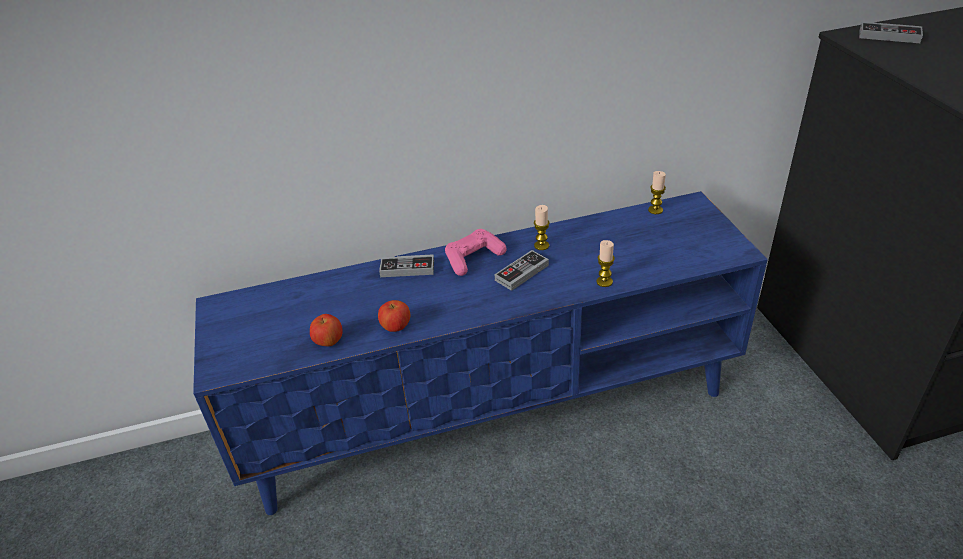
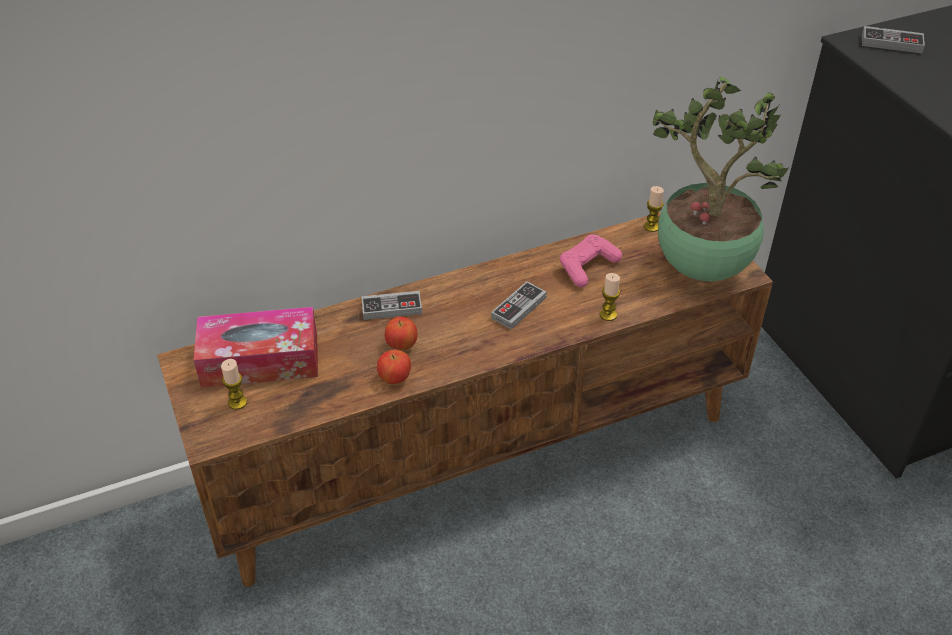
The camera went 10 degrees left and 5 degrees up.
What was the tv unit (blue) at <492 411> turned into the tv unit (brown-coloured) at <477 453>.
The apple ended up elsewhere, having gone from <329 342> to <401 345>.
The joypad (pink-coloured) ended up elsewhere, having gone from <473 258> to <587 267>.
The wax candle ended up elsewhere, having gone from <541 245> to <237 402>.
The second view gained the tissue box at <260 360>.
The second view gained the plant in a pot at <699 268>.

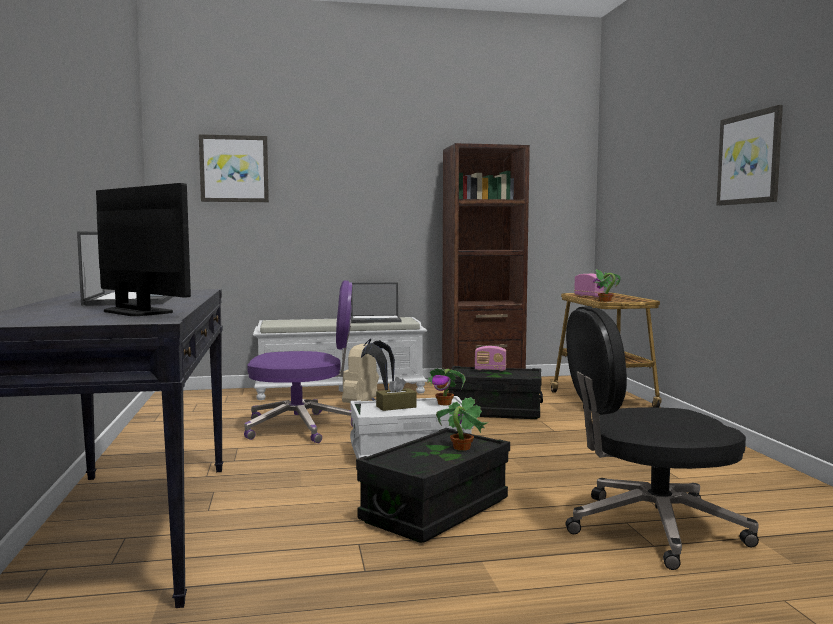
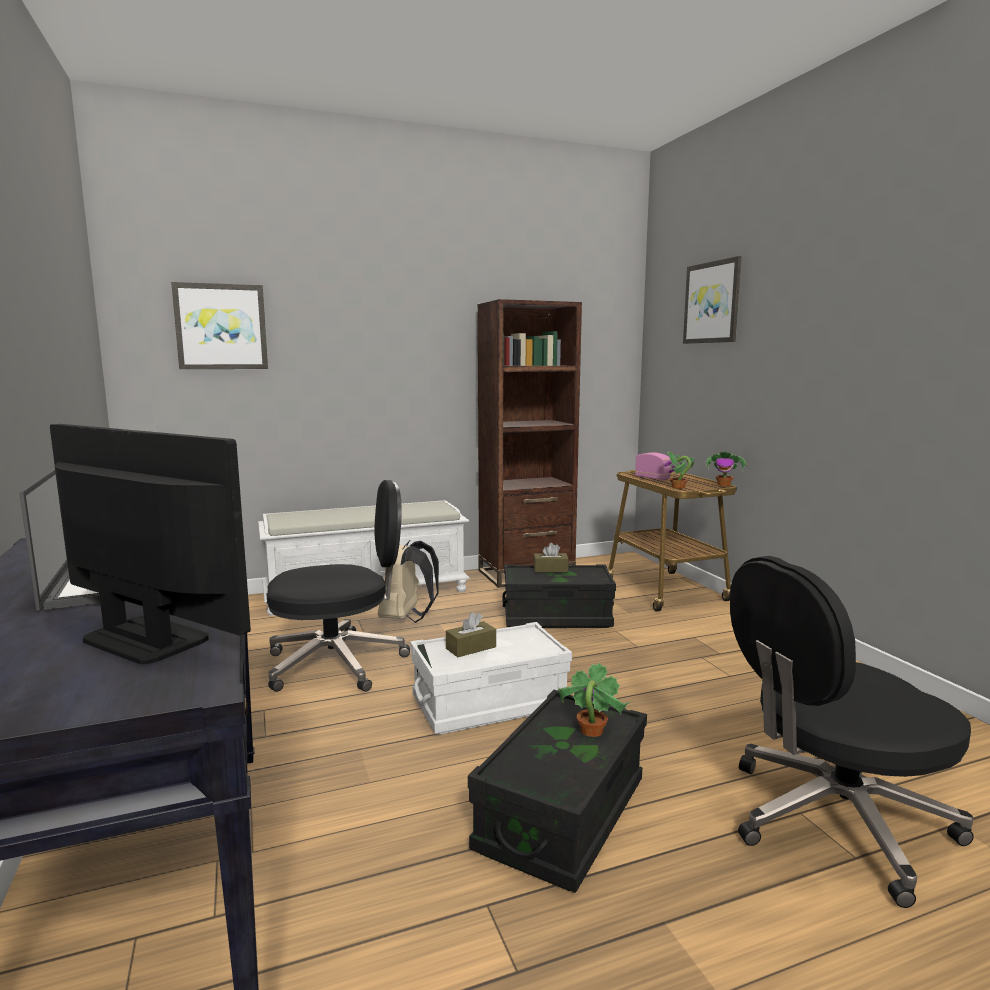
The camera went 10 degrees left and 5 degrees up.
What was the computer chair (purple) at <302 427> turned into the computer chair (black) at <339 663>.
The second view lost the notebook computer at <376 320>.
The plant in a pot ended up elsewhere, having gone from <445 403> to <724 485>.
Where the radio receiver stood at <490 369>, the tissue box (brown-coloured) came to stand at <550 569>.
The wall art ended up elsewhere, having gone from <750 158> to <712 302>.

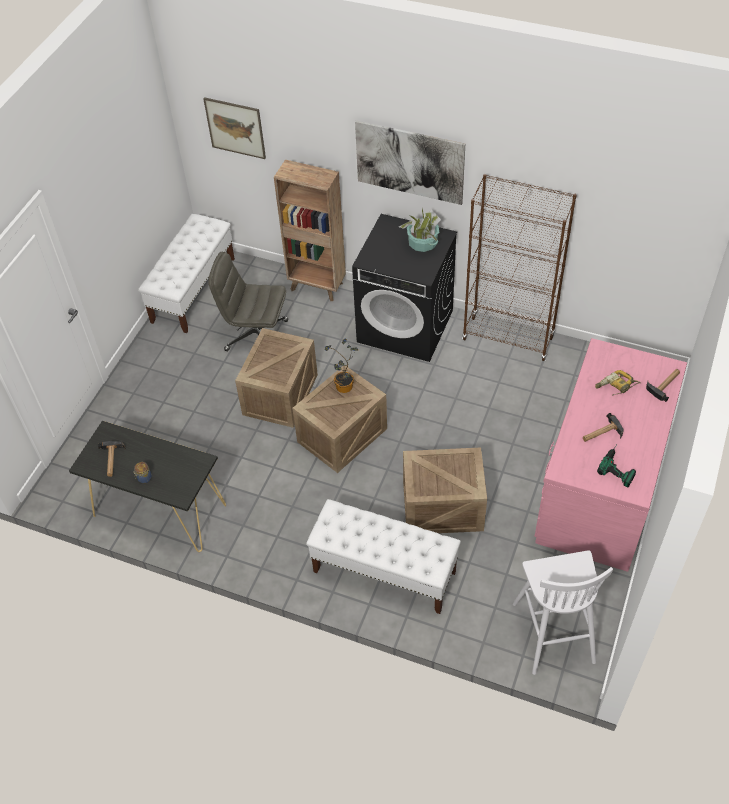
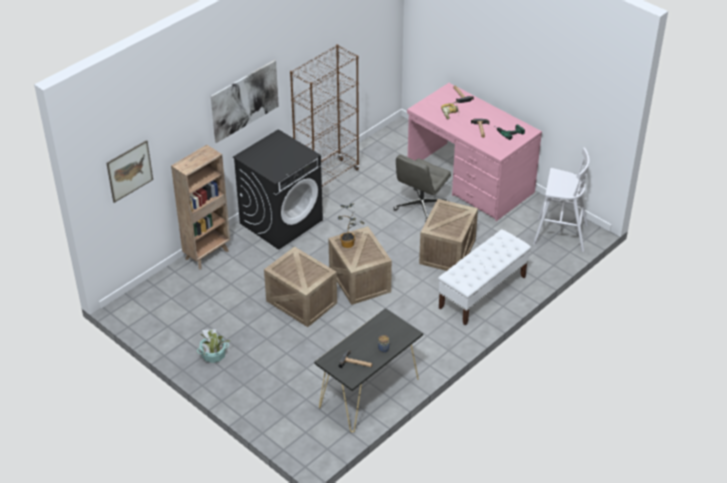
The camera went 70 degrees left and 10 degrees down.
The second view lost the indoor bench (white-coloured) at <193 290>.
The computer chair (gray) ended up elsewhere, having gone from <255 335> to <421 207>.
The plant in a pot ended up elsewhere, having gone from <422 243> to <213 355>.

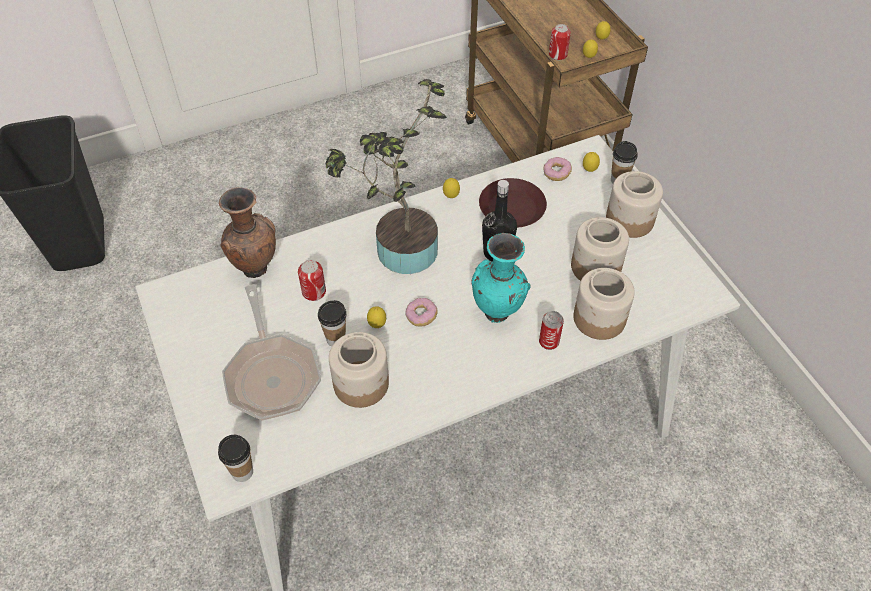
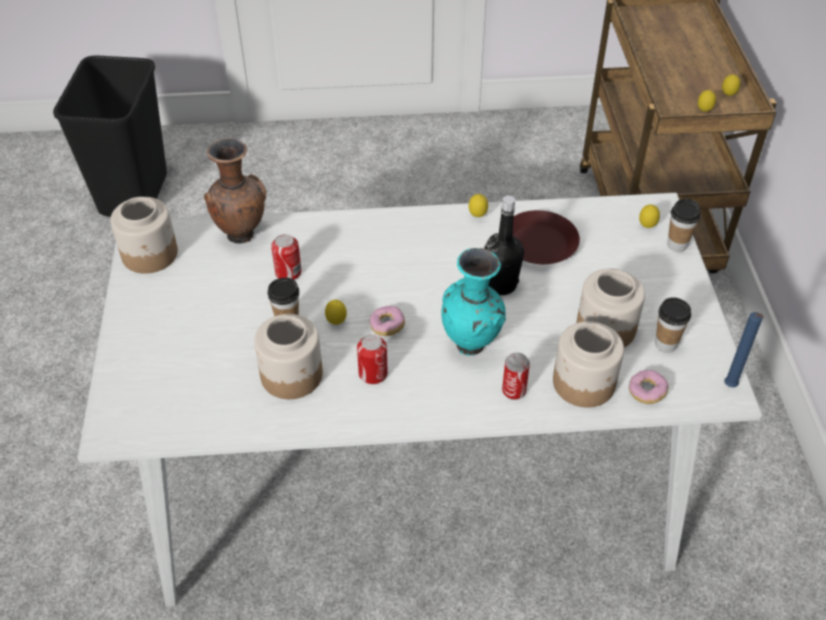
The camera went 20 degrees right and 5 degrees down.
The cup ended up elsewhere, having gone from <242 472> to <665 344>.
The second view lost the frying pan at <271 374>.
The second view lost the plant in a pot at <399 251>.
The ring doughnut ended up elsewhere, having gone from <556 173> to <646 392>.
The metal can ended up elsewhere, having gone from <557 55> to <373 373>.
The preserve jar ended up elsewhere, having gone from <630 220> to <150 254>.
The second view gained the wax candle (blue) at <730 387>.

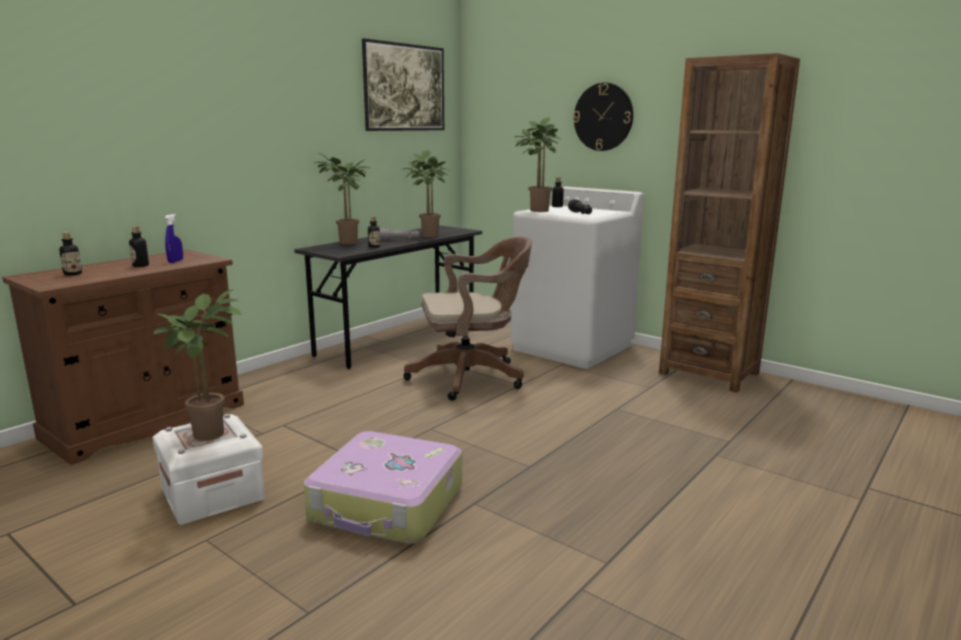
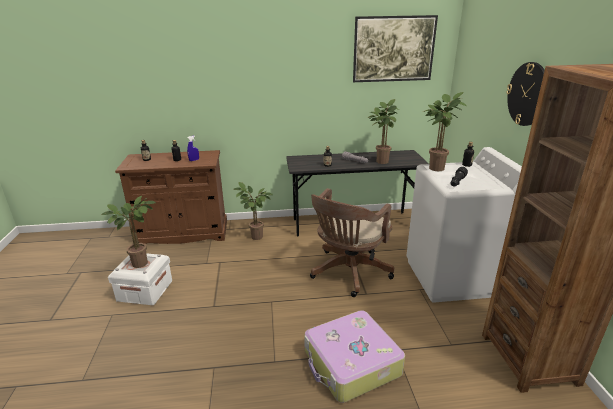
The camera went 45 degrees right and 10 degrees up.
The piece of luggage ended up elsewhere, having gone from <387 505> to <351 364>.
The plant in a pot ended up elsewhere, having gone from <347 243> to <255 237>.
The computer chair (brown-coloured) at <472 377> ended up facing another way, 90 degrees clockwise from before.

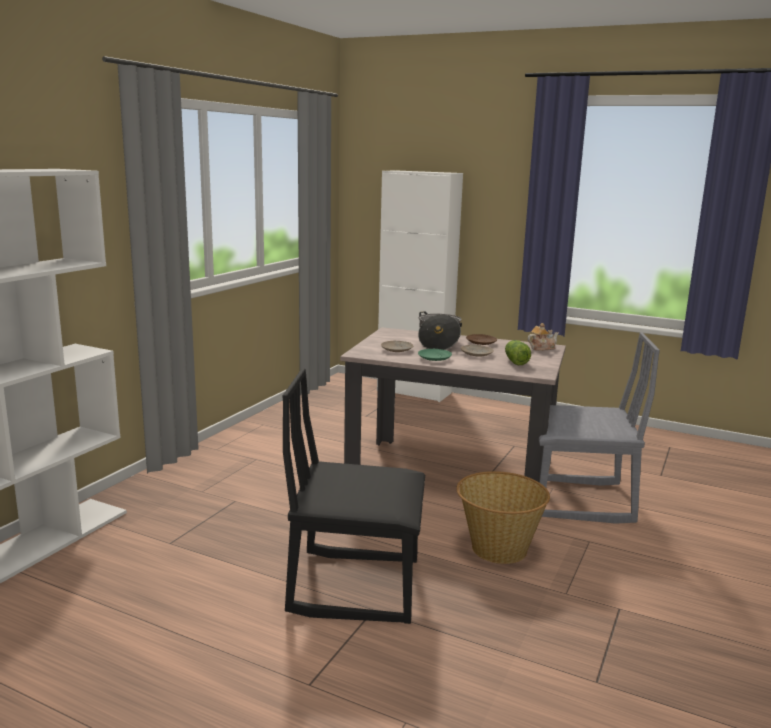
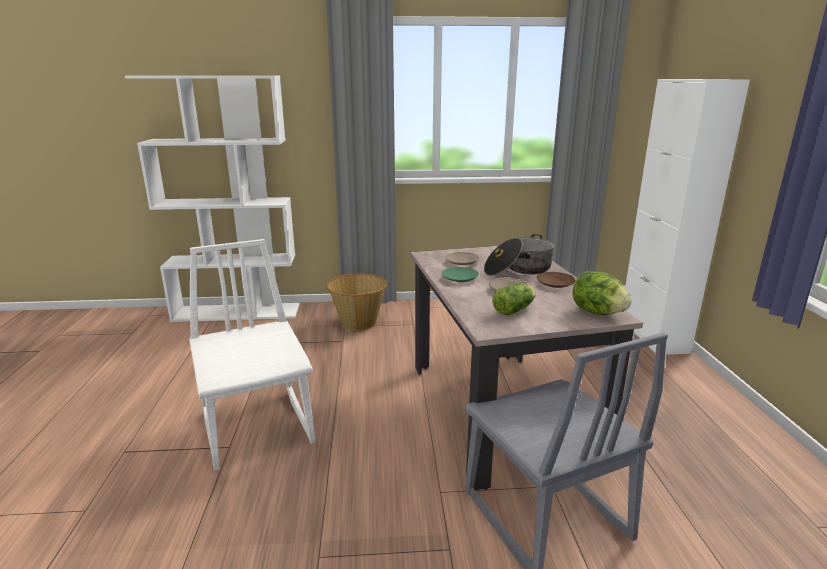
The camera went 60 degrees right and 5 degrees up.
What was the plain chair (black) at <355 585> turned into the plain chair (white-coloured) at <259 427>.
The household basket ended up elsewhere, having gone from <498 549> to <358 322>.
Where the pot for tea stood at <541 348>, the lettuce head came to stand at <597 312>.

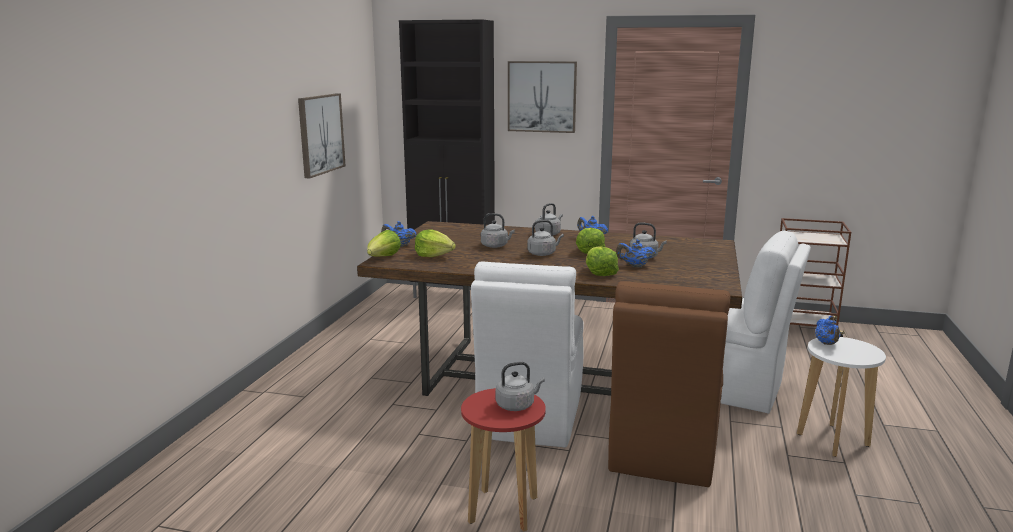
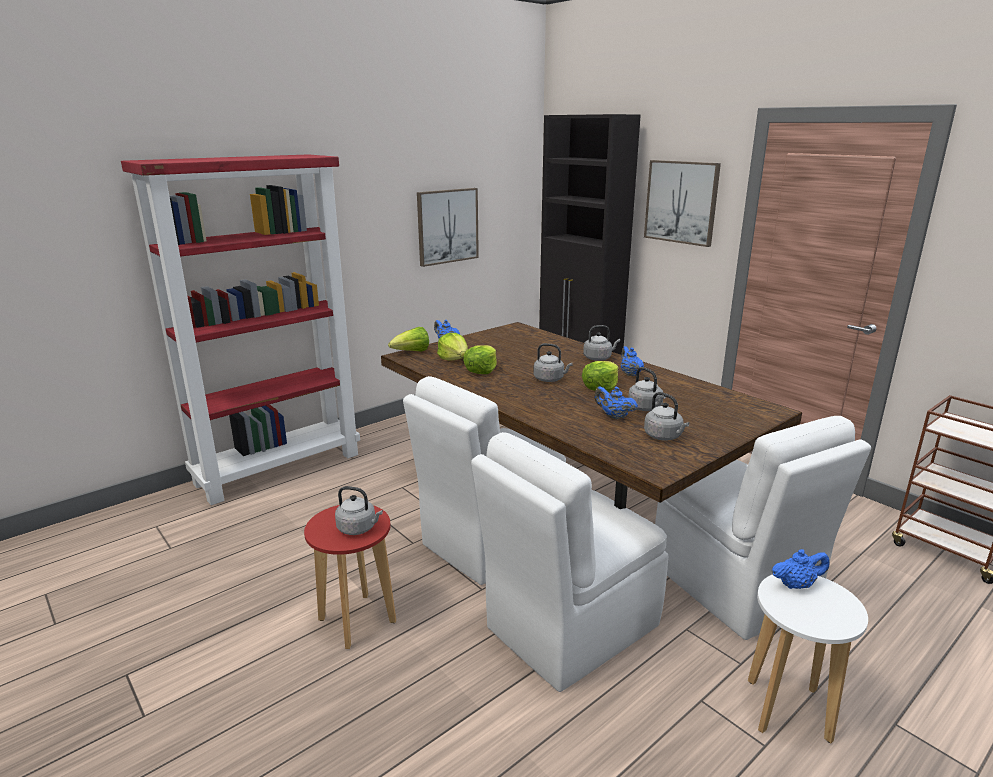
The camera went 35 degrees right and 5 degrees up.
The tea kettle (gray) ended up elsewhere, having gone from <496 246> to <664 436>.
The lettuce head ended up elsewhere, having gone from <600 273> to <481 370>.
What was the plain chair (brown-coloured) at <662 449> turned into the plain chair (white-coloured) at <569 628>.
The pot for tea (blue) at <827 344> ended up facing another way, 135 degrees counterclockwise from before.
The second view gained the shelving unit (red-coloured) at <279 468>.

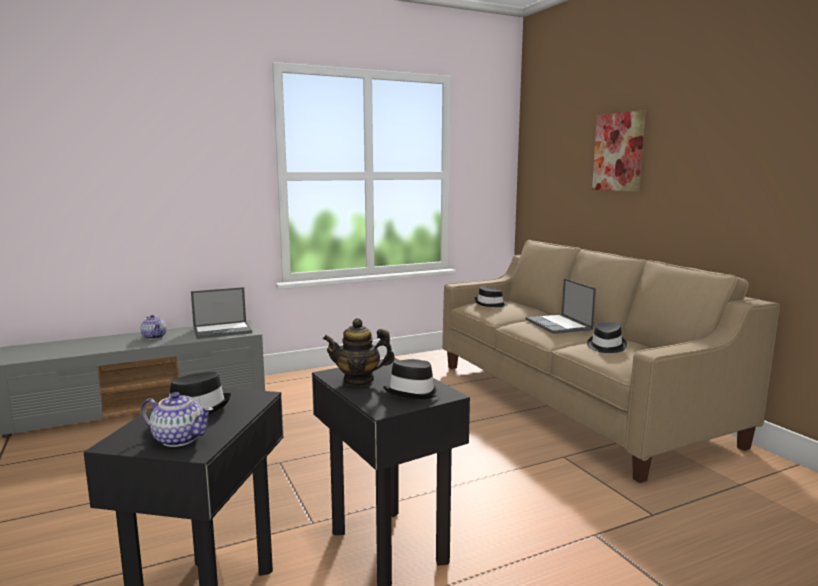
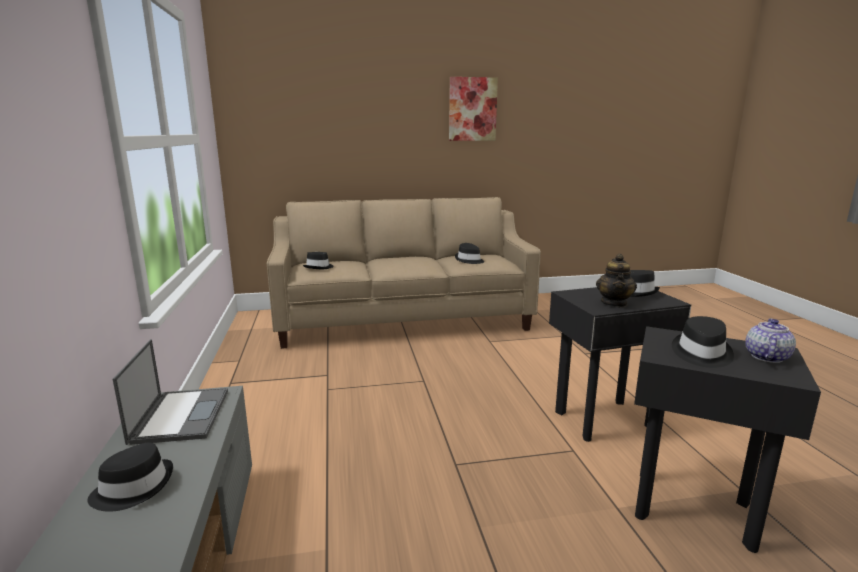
The camera went 75 degrees left and 5 degrees up.
Where the pot for tea stood at <154 337>, the clothing hat (black) came to stand at <134 487>.
The second view lost the notebook computer at <559 325>.
The wall art ended up elsewhere, having gone from <618 152> to <472 109>.

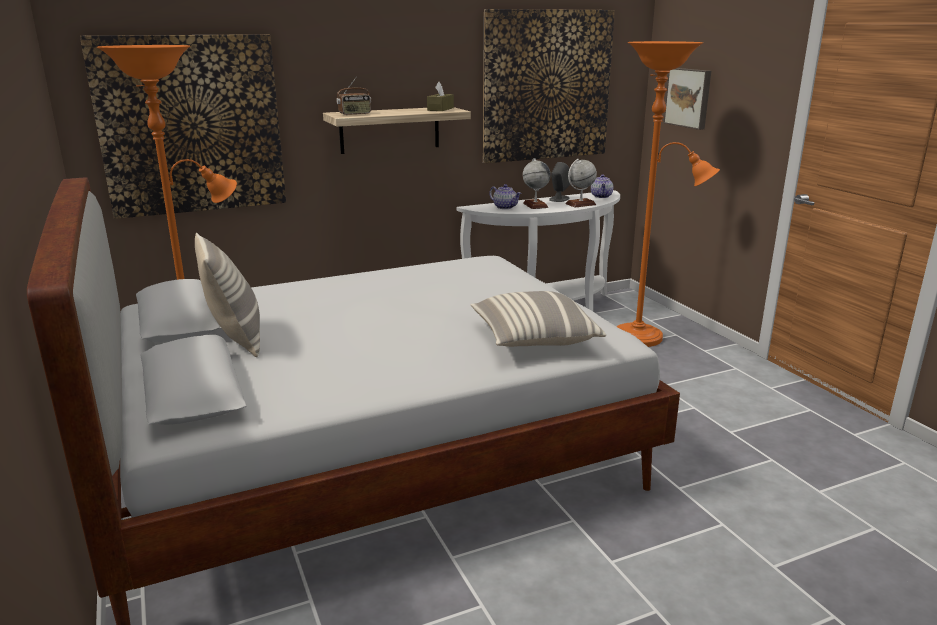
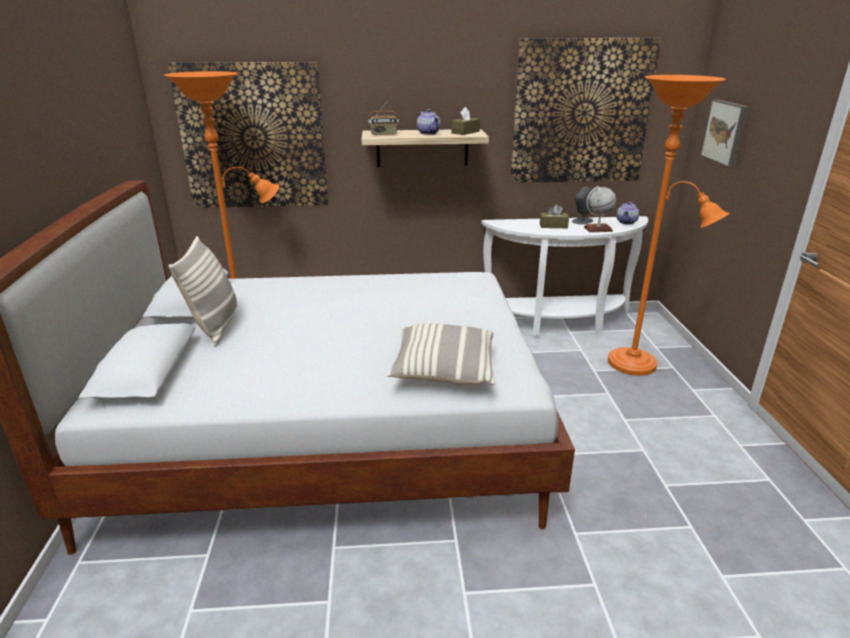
The camera went 20 degrees right and 5 degrees up.
The pot for tea ended up elsewhere, having gone from <505 207> to <429 133>.
Where the world globe stood at <535 205>, the tissue box (brown-coloured) came to stand at <553 226>.

